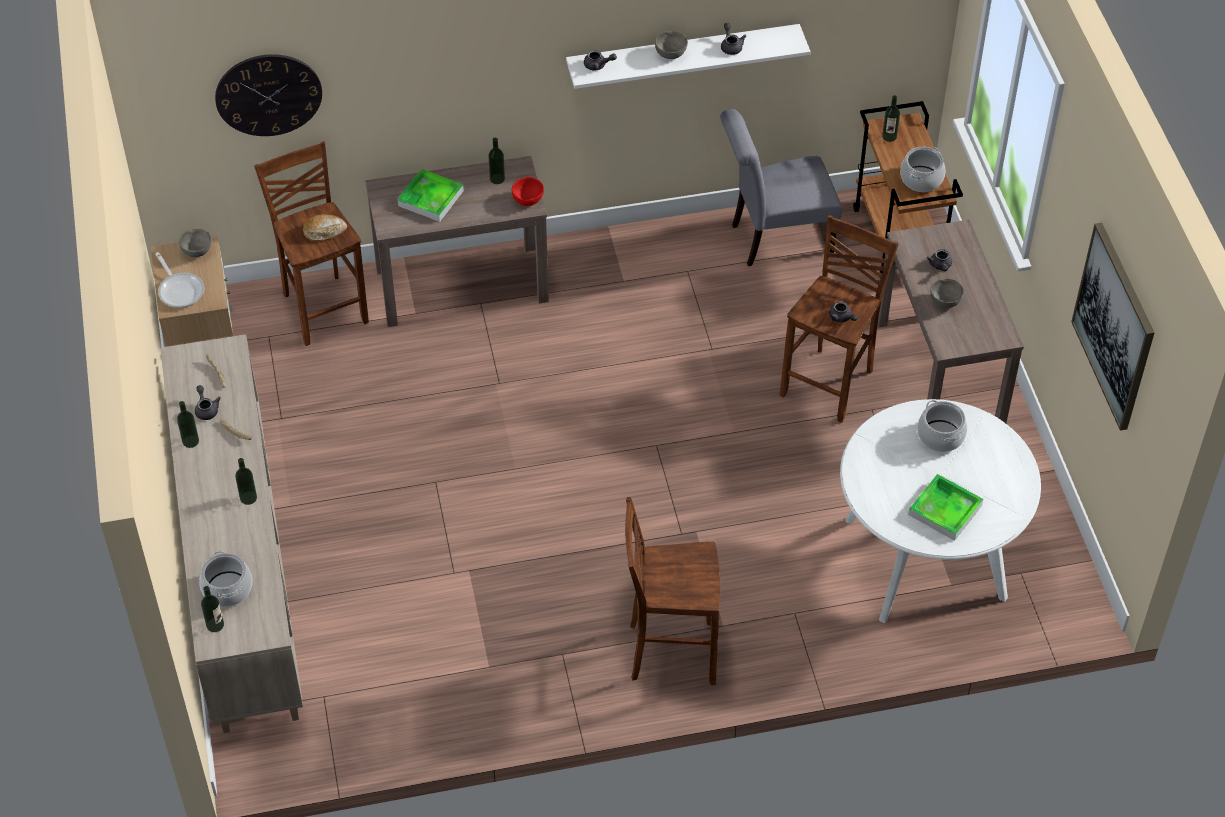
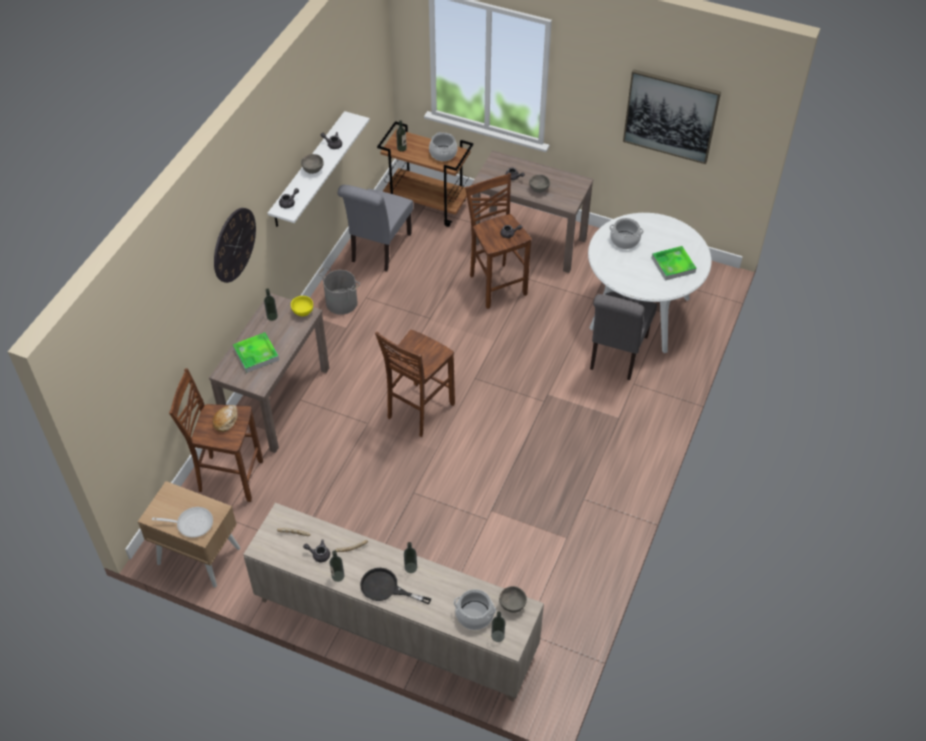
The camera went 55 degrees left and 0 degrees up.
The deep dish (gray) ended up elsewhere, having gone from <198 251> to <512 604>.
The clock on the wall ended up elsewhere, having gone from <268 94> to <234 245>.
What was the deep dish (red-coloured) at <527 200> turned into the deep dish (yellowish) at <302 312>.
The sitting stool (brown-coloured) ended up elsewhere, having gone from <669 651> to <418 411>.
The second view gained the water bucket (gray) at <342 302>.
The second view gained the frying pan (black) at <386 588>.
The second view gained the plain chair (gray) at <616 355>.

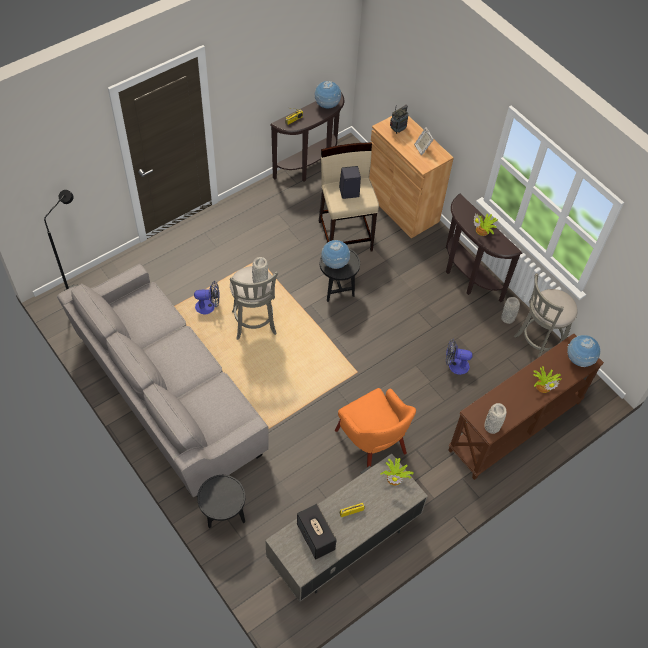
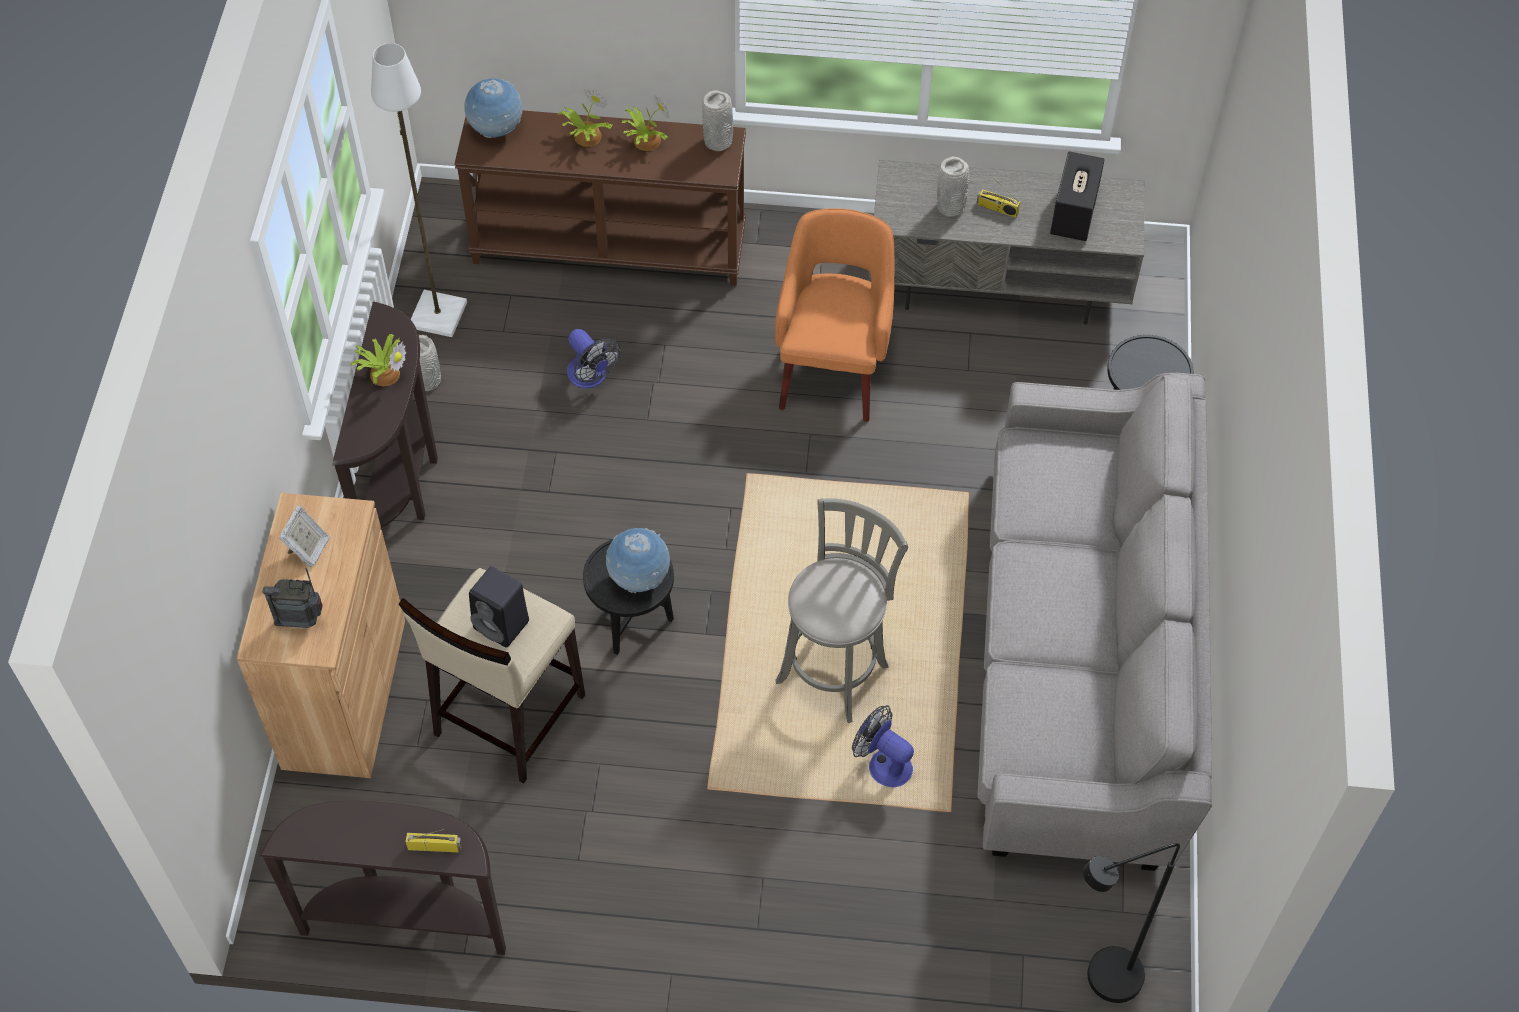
The camera went 135 degrees left and 0 degrees up.
The flower vase (gray) ended up elsewhere, having gone from <260 282> to <951 207>.
The second view lost the world globe at <327 105>.
The plant in a pot ended up elsewhere, having gone from <395 477> to <645 140>.
Where the sitting stool (gray) stood at <536 345>, the standing lamp (white-coloured) came to stand at <439 316>.

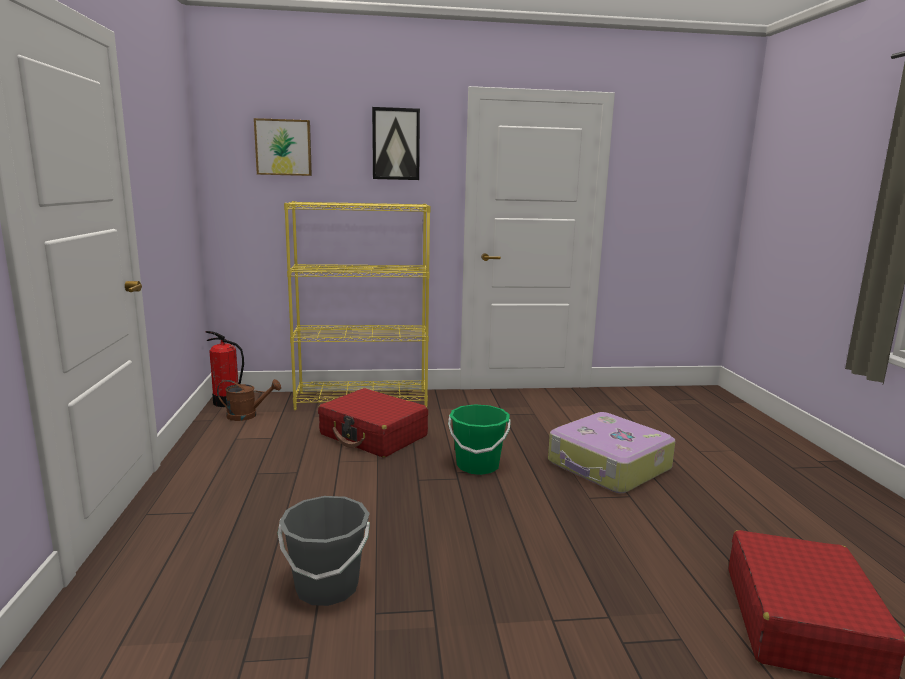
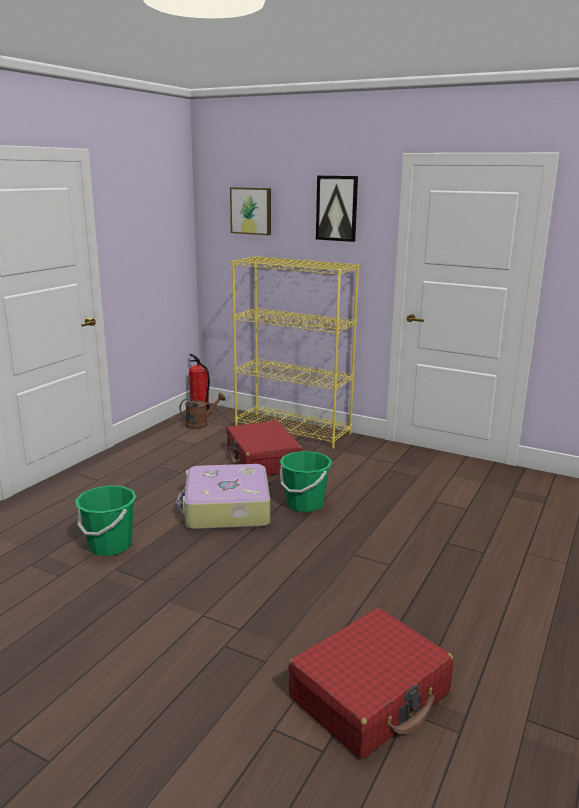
The camera went 35 degrees right and 5 degrees up.
The watering can (brown-coloured) at <247 415> ended up facing another way, 60 degrees counterclockwise from before.
What was the water bucket (gray) at <327 587> turned into the water bucket (greenish) at <110 545>.
The piece of luggage ended up elsewhere, having gone from <608 466> to <226 509>.

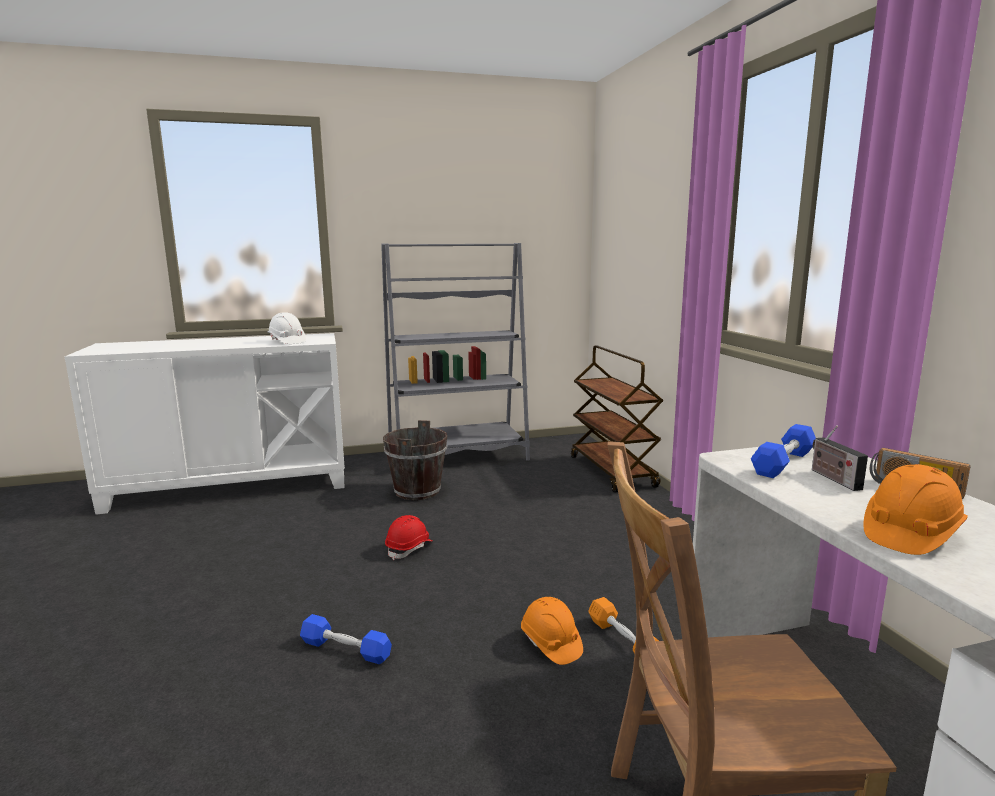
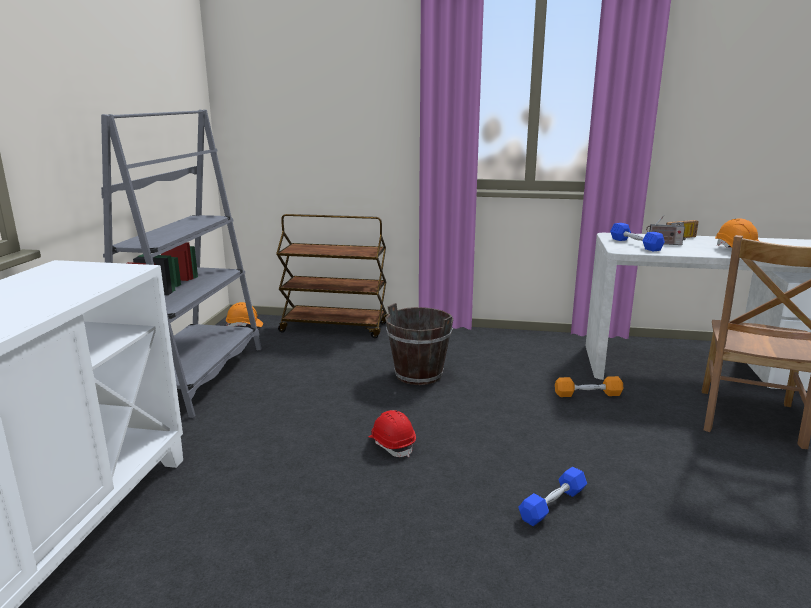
The camera went 65 degrees left and 5 degrees up.
The second view lost the hard hat (white-coloured) at <287 341>.
The water bucket (brown-coloured) ended up elsewhere, having gone from <417 491> to <419 374>.
The hard hat (orangey) ended up elsewhere, having gone from <550 644> to <244 326>.

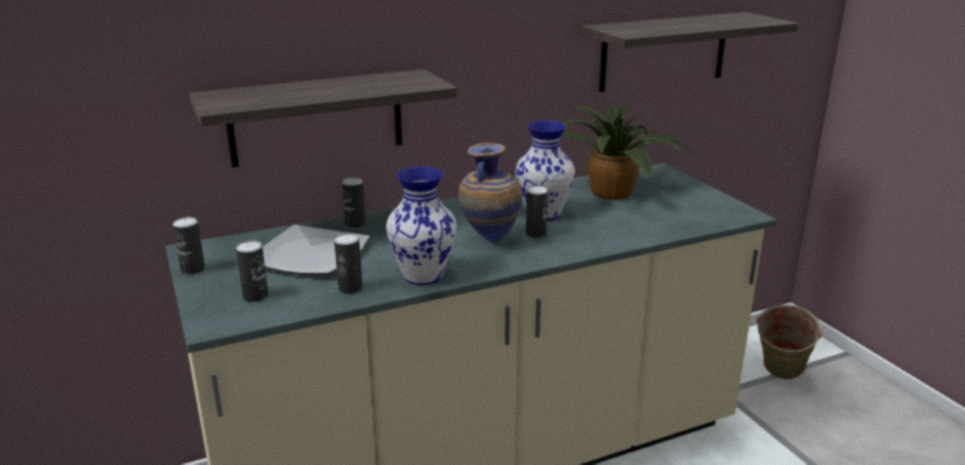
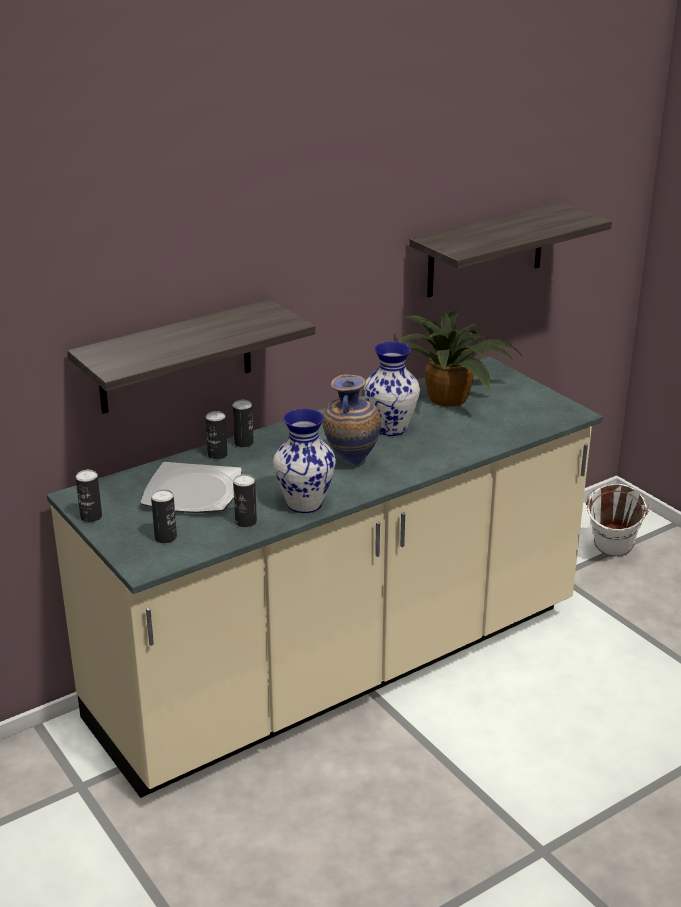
The camera went 10 degrees left and 5 degrees up.
The metal can ended up elsewhere, having gone from <536 234> to <244 443>.
What was the water bucket (greenish) at <779 376> turned into the water bucket (white-coloured) at <610 554>.

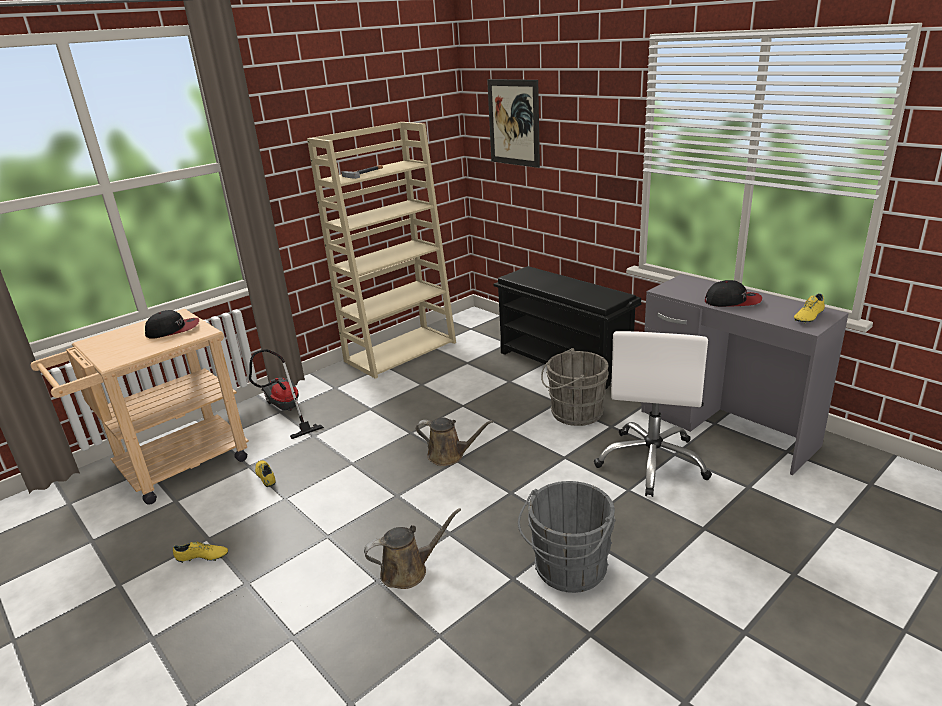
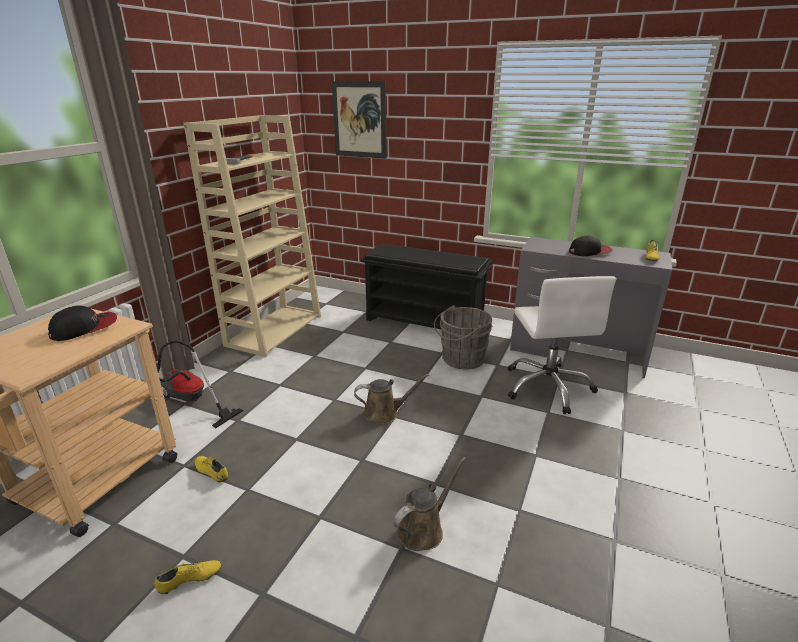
The camera went 25 degrees left and 0 degrees up.
The second view lost the water bucket (gray) at <568 570>.

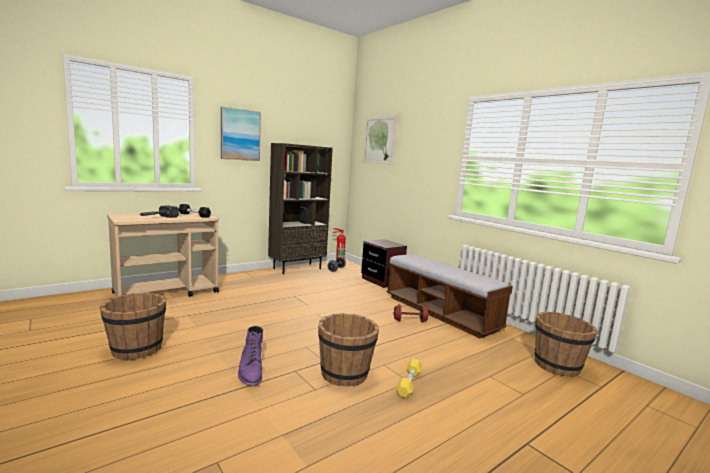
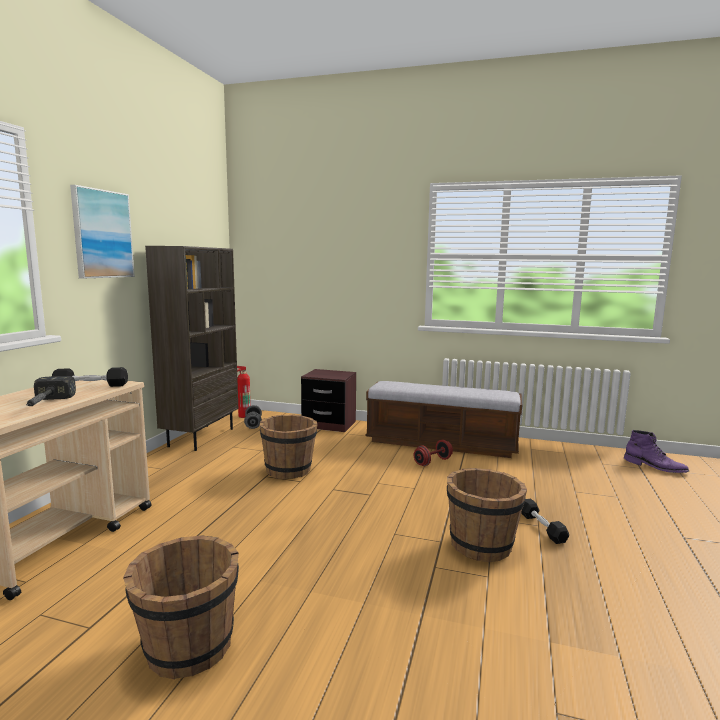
The camera went 35 degrees left and 0 degrees up.
The high-top boot (purple) ended up elsewhere, having gone from <251 371> to <654 467>.
The second view lost the wall art at <379 140>.
What was the free weight (yellowish) at <409 384> turned into the free weight (black) at <542 527>.
The water bucket (brown-coloured) ended up elsewhere, having gone from <557 366> to <289 470>.

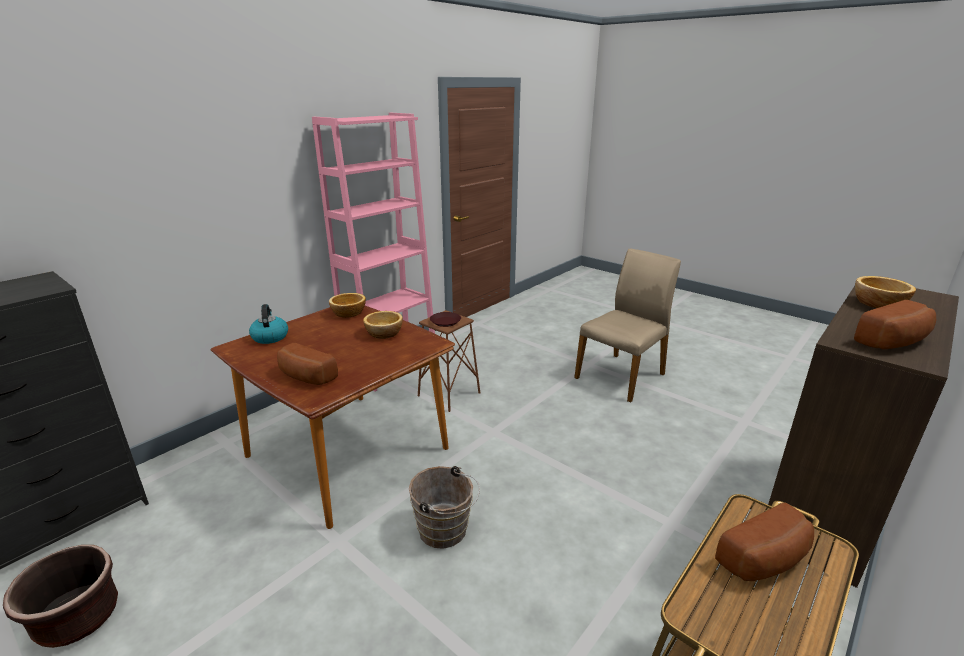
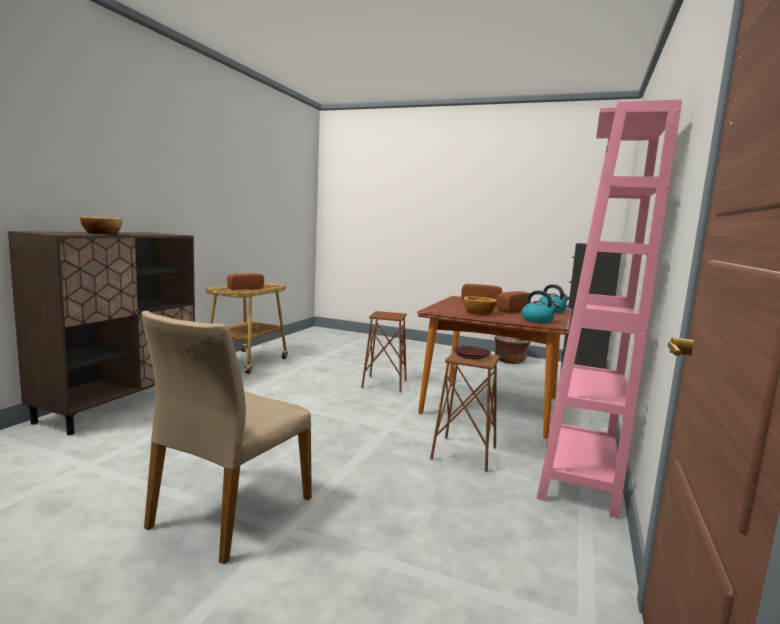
The camera went 160 degrees right and 15 degrees down.
Where the deep dish stood at <348 313>, the tea kettle came to stand at <538 320>.
Where the water bucket (brown-coloured) stood at <446 531>, the sitting stool (brown-coloured) came to stand at <384 384>.
The baked bread ended up elsewhere, having gone from <895 342> to <510 310>.

